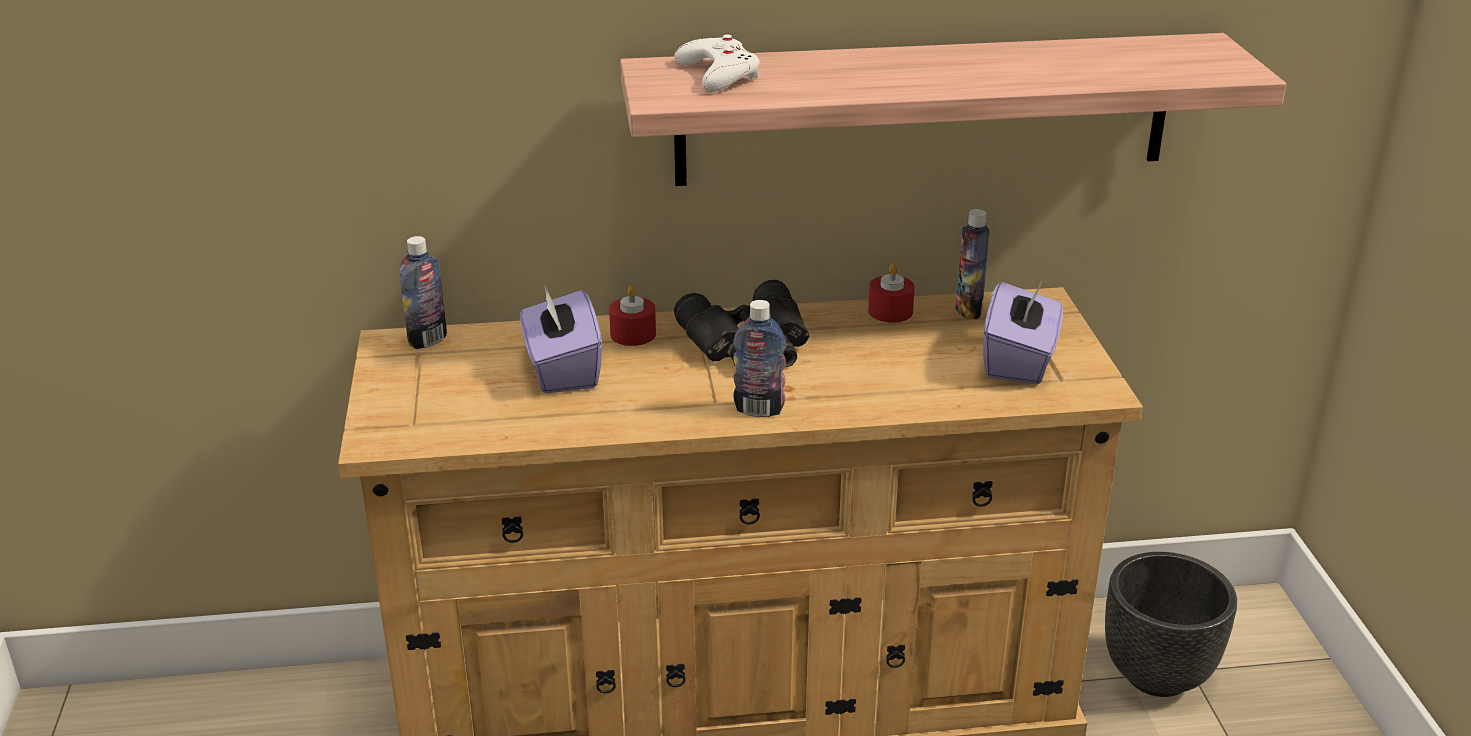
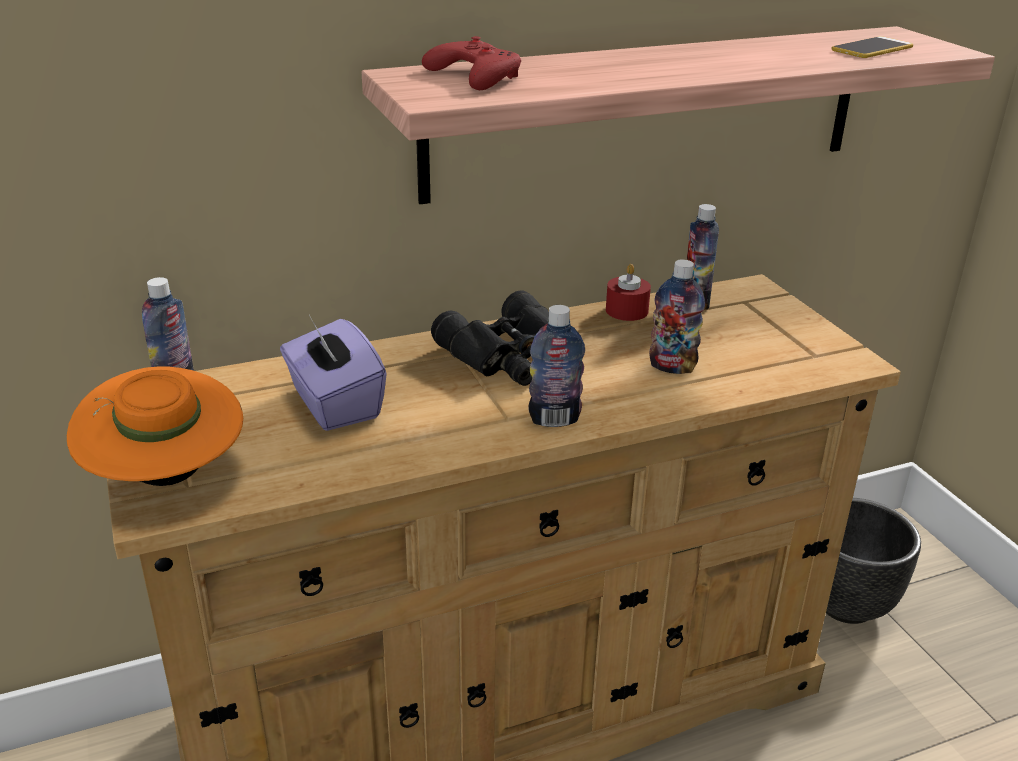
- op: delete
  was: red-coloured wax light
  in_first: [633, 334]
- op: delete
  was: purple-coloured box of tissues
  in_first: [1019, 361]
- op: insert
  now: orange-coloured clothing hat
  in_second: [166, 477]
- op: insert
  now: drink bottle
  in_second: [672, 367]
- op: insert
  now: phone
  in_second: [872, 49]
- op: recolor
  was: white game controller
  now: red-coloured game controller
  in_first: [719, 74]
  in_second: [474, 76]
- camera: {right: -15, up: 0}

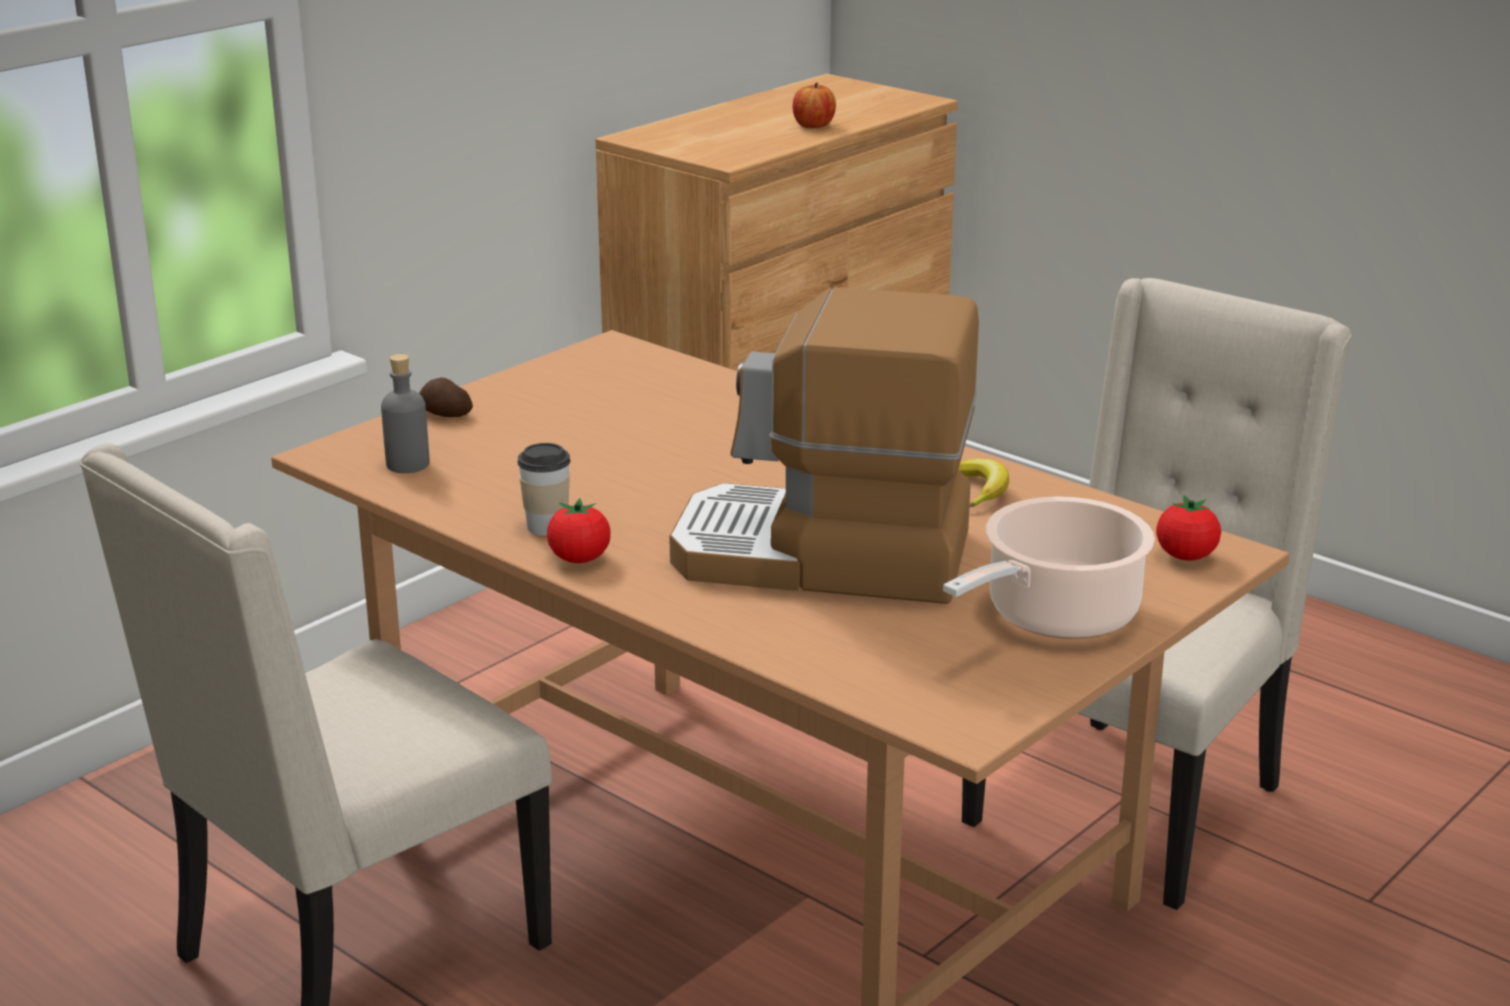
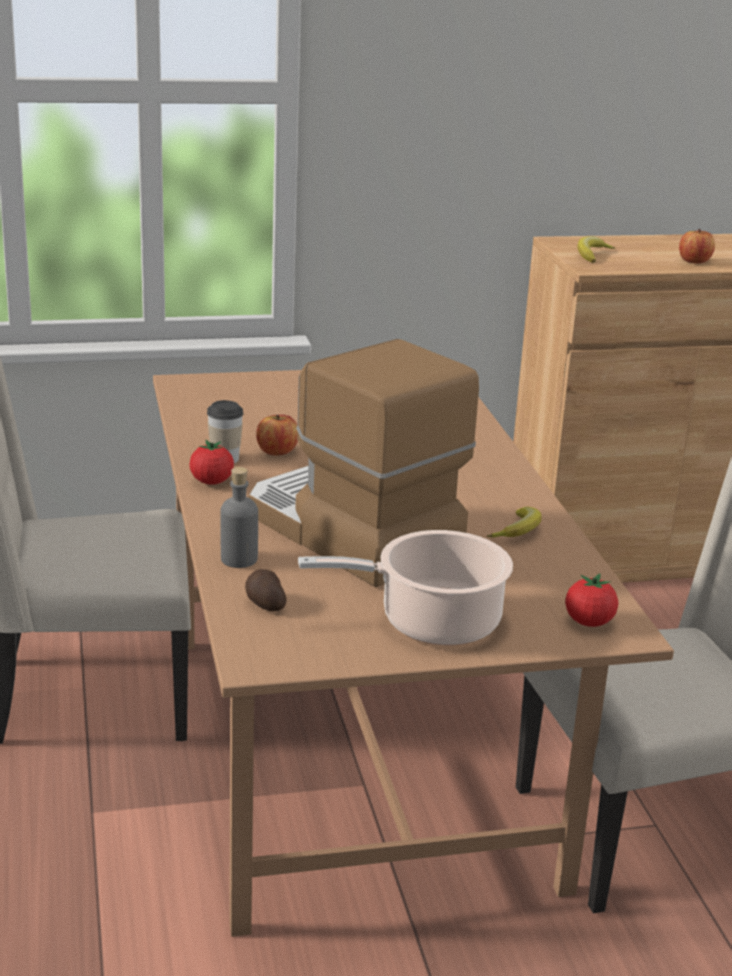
- op: insert
  now: whole apple
  in_second: [277, 451]
- op: insert
  now: banana
  in_second: [592, 255]
- op: move
  was: grey drink bottle
  in_first: [408, 464]
  in_second: [239, 559]
- op: move
  was: whole potato
  in_first: [445, 414]
  in_second: [264, 604]
- camera: {right: 35, up: 0}

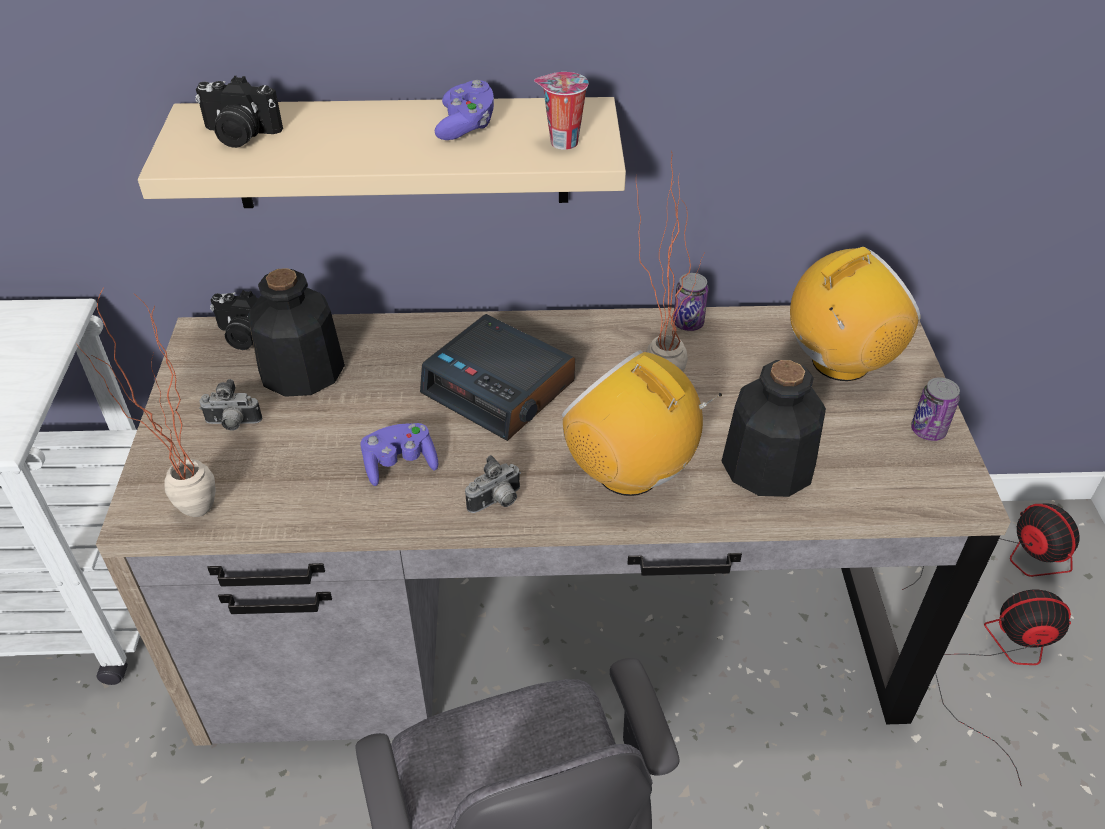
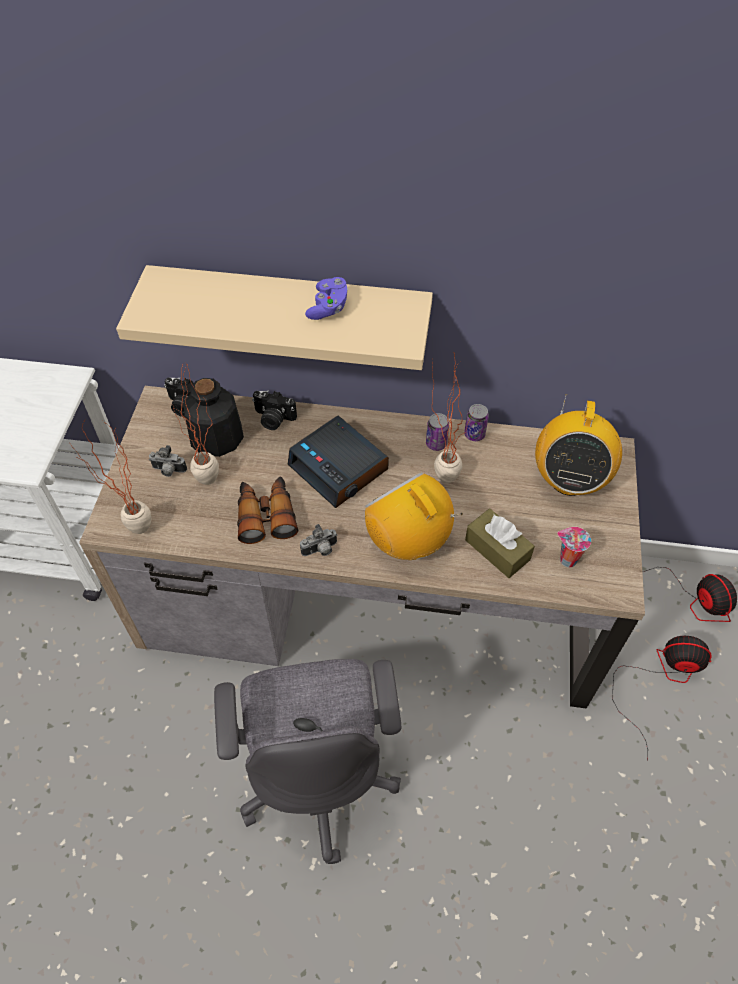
- op: insert
  now: houseplant
  in_second: [210, 486]
- op: move
  was: photo camera
  in_first: [239, 135]
  in_second: [273, 419]
- op: move
  was: small cup
  in_first: [561, 143]
  in_second: [566, 560]
- op: move
  was: can
  in_first: [928, 431]
  in_second: [436, 443]
- op: replace
  was: purple-coloured game controller
  now: field glasses
  in_first: [400, 464]
  in_second: [266, 514]
- op: replace
  was: drink bottle
  now: brown-coloured box of tissues
  in_first: [766, 465]
  in_second: [497, 550]
- op: rotate
  was: radio receiver
  in_first: [839, 362]
  in_second: [568, 479]
  clockwise: 120
- camera: {right: 10, up: 10}

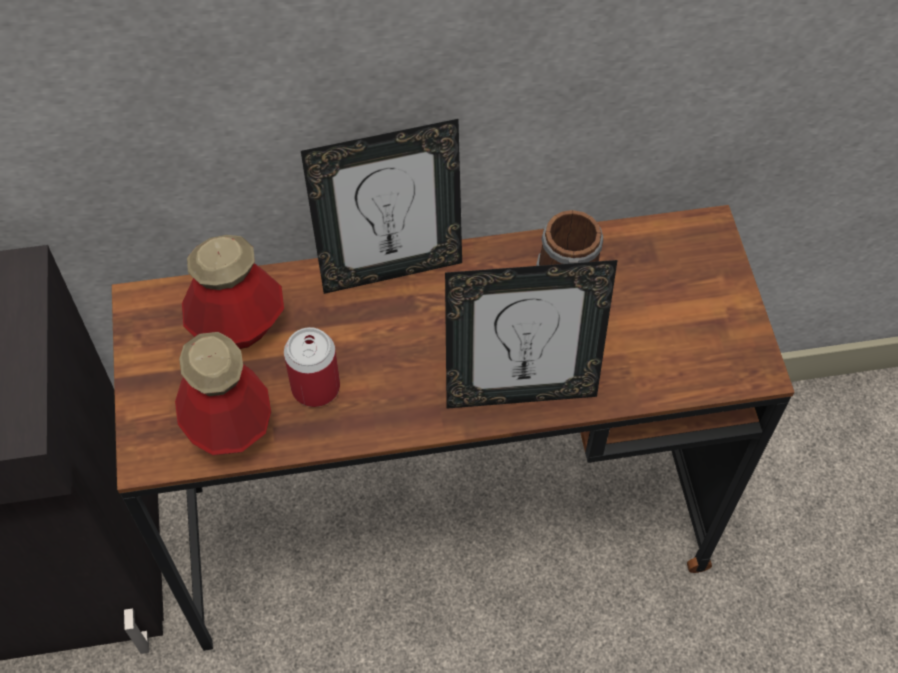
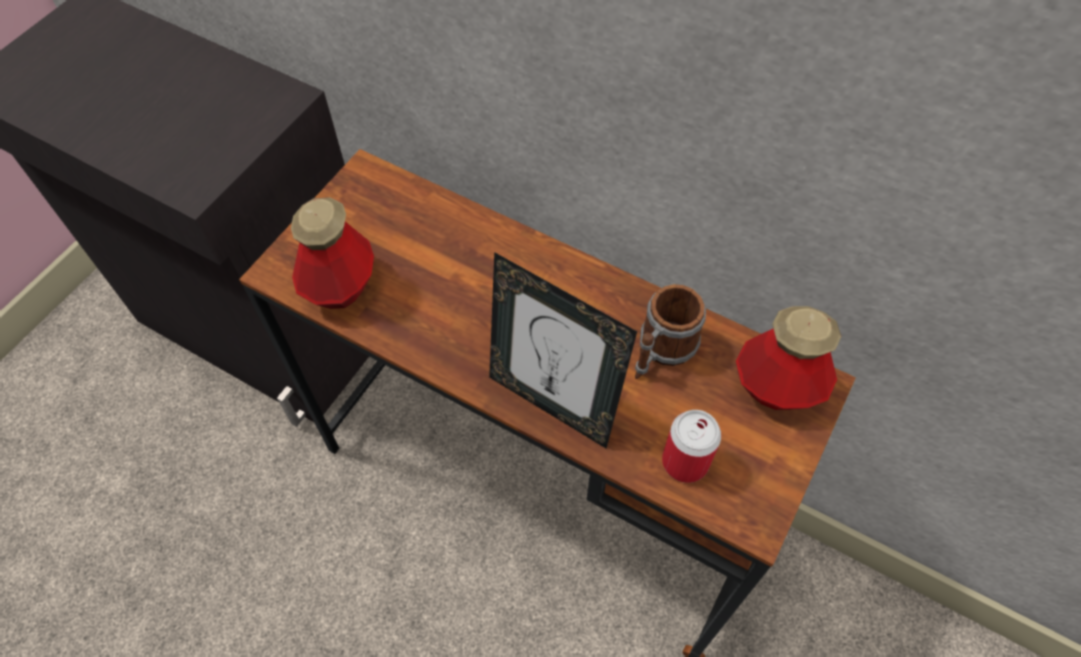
- op: delete
  was: picture frame
  in_first: [390, 268]
- op: move
  was: drink bottle
  in_first: [238, 326]
  in_second: [777, 387]
- op: move
  was: can
  in_first: [315, 387]
  in_second: [685, 461]
- camera: {right: 40, up: 0}

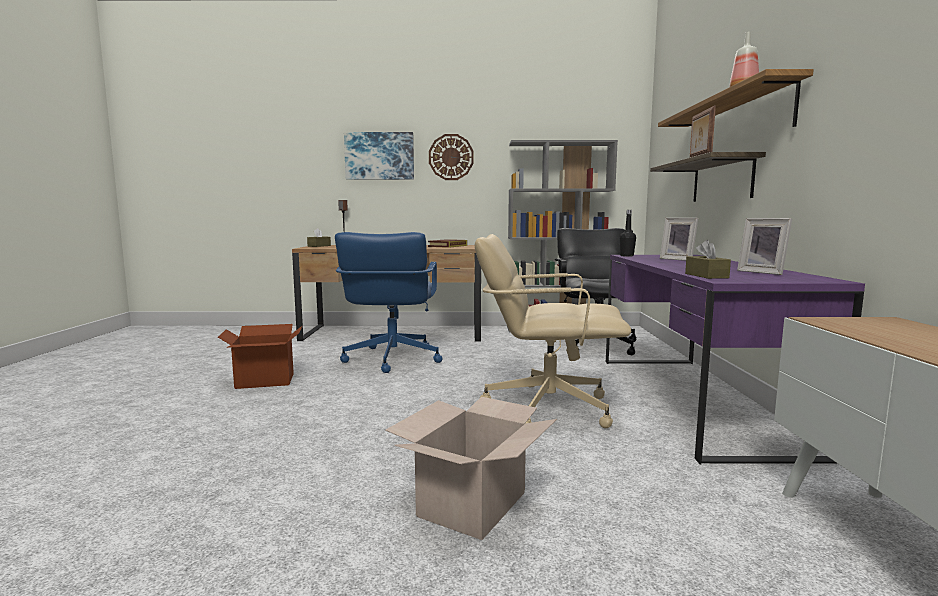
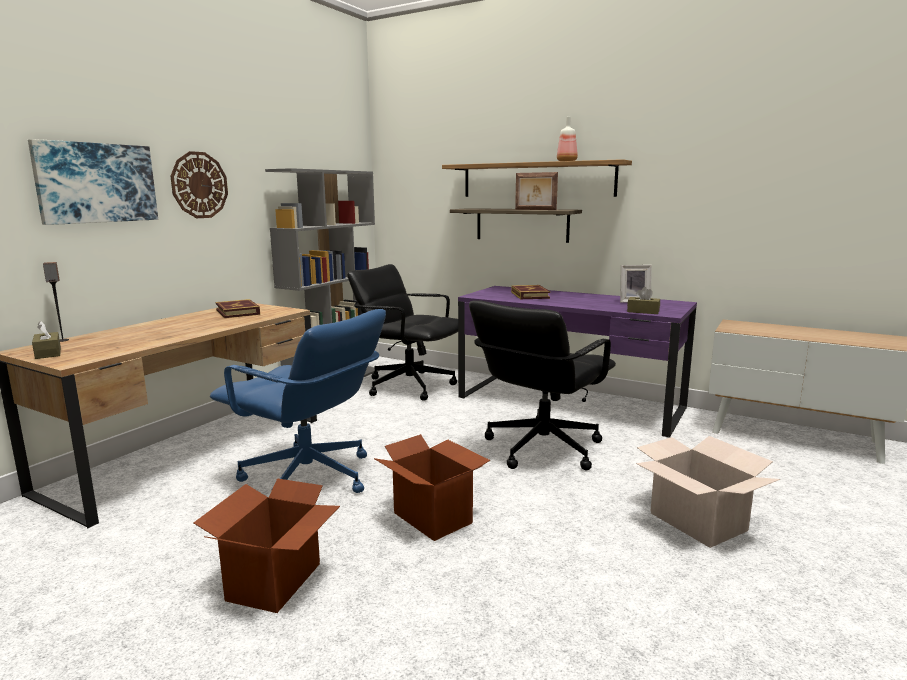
- op: delete
  was: black drink bottle
  in_first: [626, 256]
- op: insert
  now: carton
  in_second: [433, 517]
- op: replace
  was: picture frame
  now: book
  in_first: [678, 259]
  in_second: [530, 295]
- op: recolor
  was: sand-coloured office chair
  now: black office chair
  in_first: [546, 407]
  in_second: [541, 448]
- camera: {right: -60, up: 5}

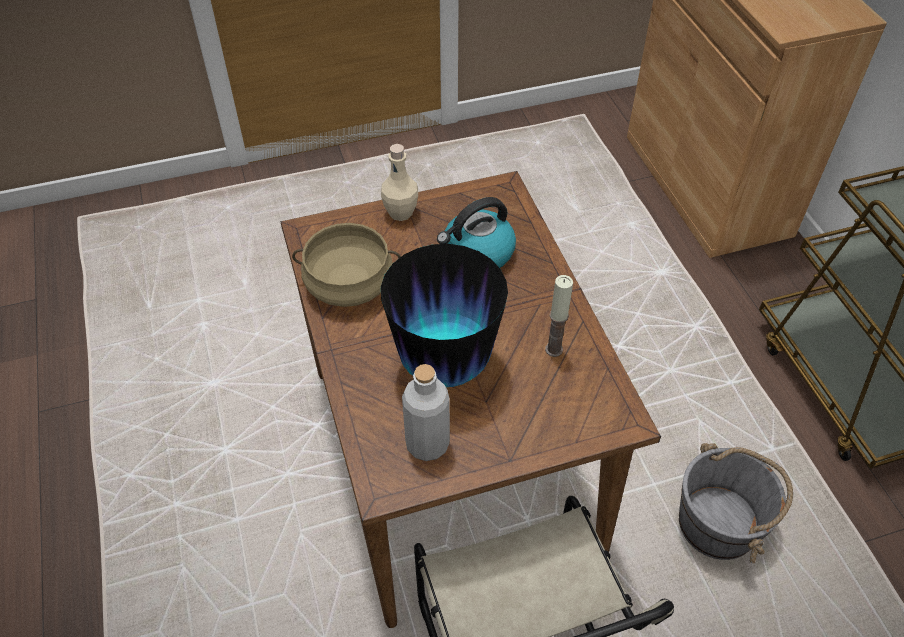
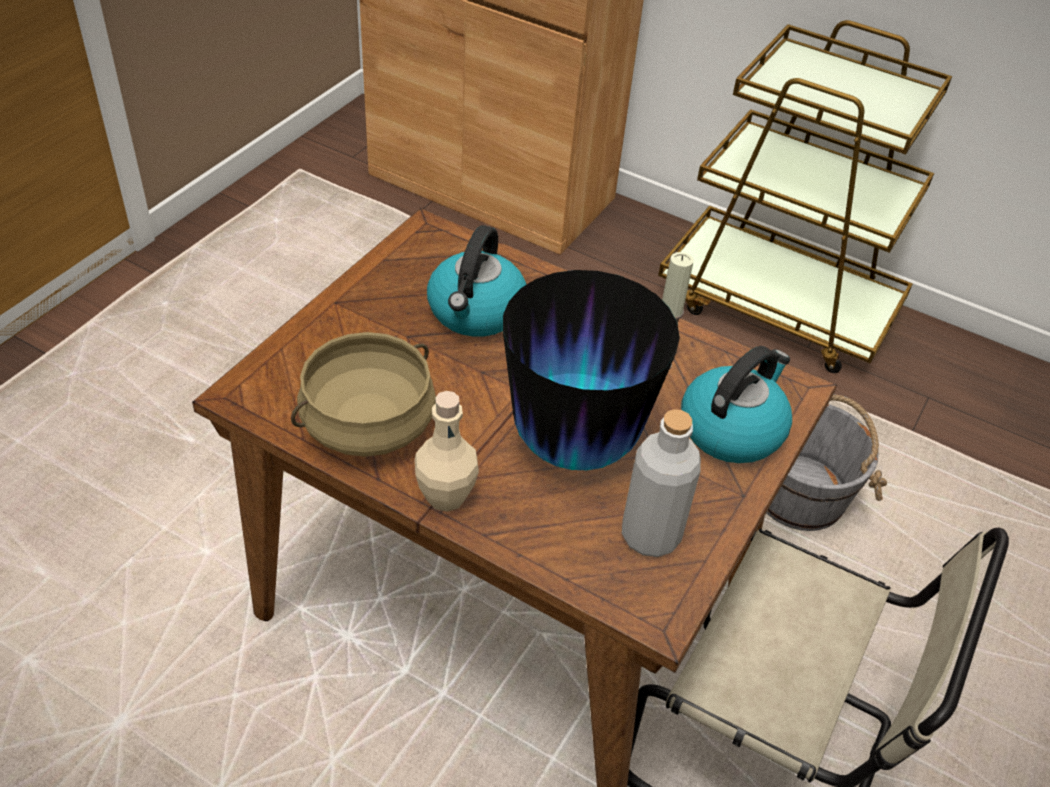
- op: insert
  now: tea kettle
  in_second: [732, 429]
- op: move
  was: sand-coloured drink bottle
  in_first: [400, 213]
  in_second: [446, 496]
- camera: {right: -45, up: -5}

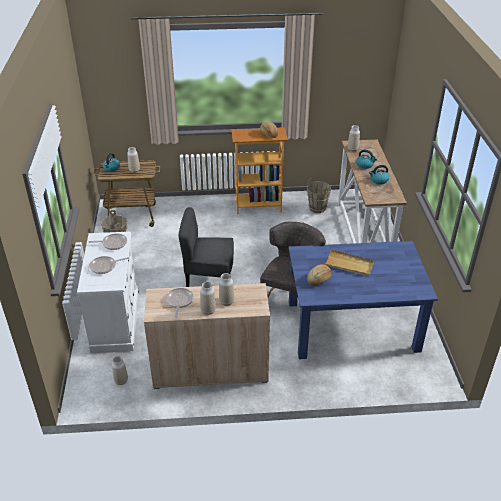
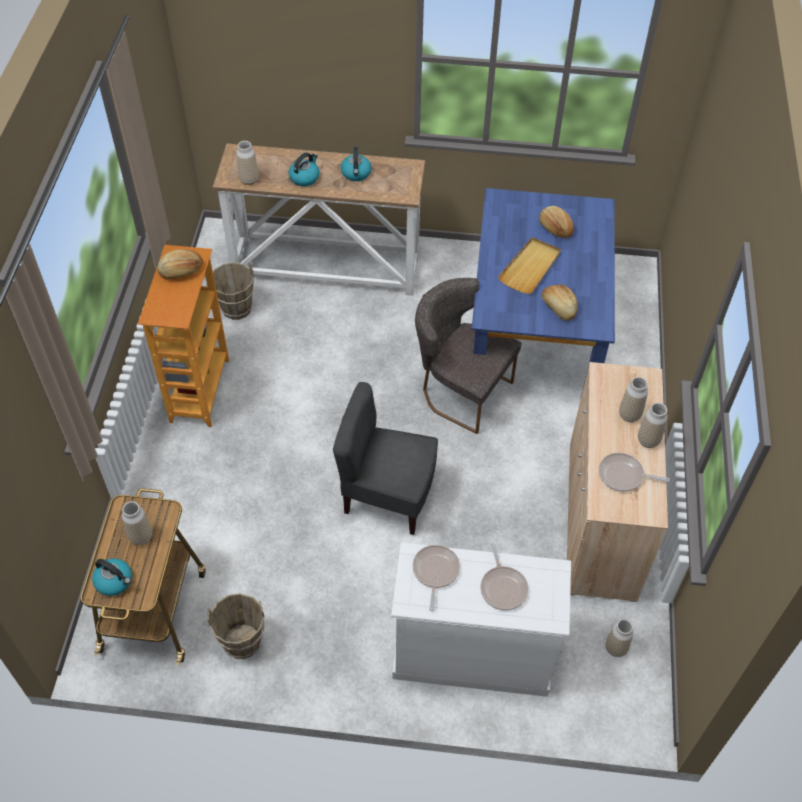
- op: insert
  now: bread
  in_second: [555, 228]
- op: rotate
  was: grey plain chair
  in_first: [209, 278]
  in_second: [388, 495]
  clockwise: 90
- camera: {right: -80, up: 15}

